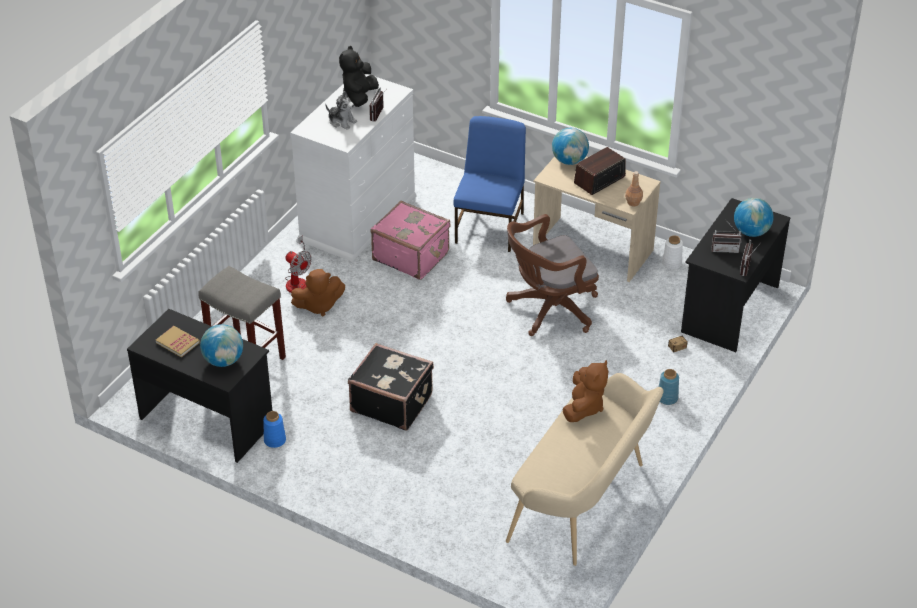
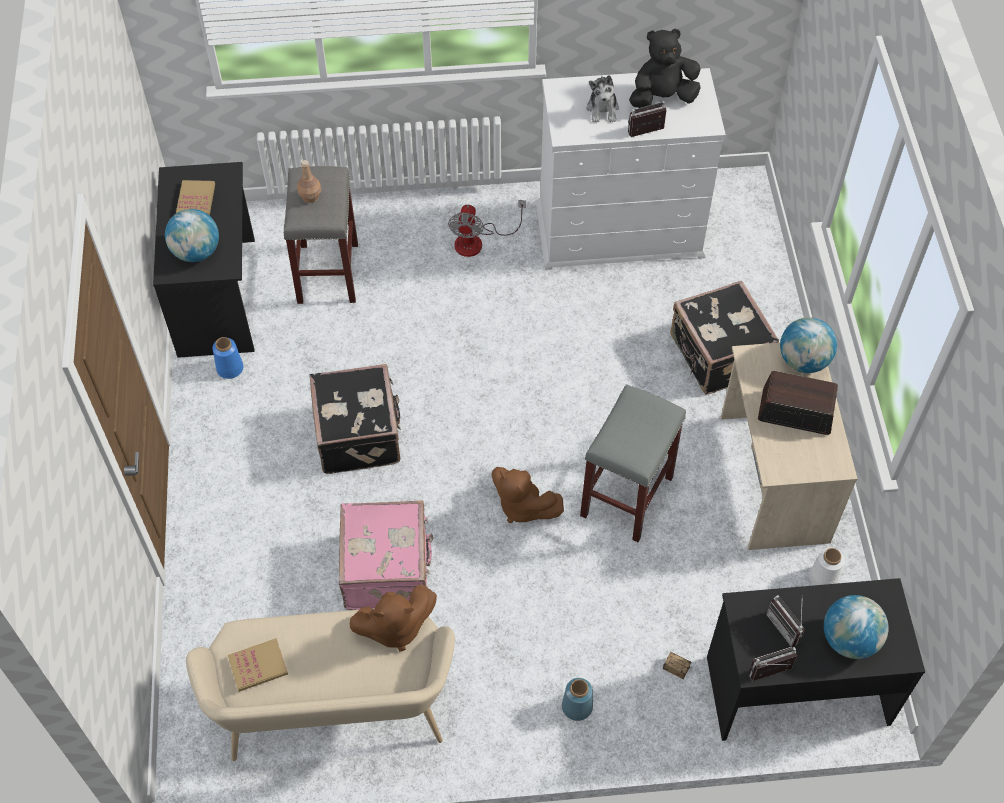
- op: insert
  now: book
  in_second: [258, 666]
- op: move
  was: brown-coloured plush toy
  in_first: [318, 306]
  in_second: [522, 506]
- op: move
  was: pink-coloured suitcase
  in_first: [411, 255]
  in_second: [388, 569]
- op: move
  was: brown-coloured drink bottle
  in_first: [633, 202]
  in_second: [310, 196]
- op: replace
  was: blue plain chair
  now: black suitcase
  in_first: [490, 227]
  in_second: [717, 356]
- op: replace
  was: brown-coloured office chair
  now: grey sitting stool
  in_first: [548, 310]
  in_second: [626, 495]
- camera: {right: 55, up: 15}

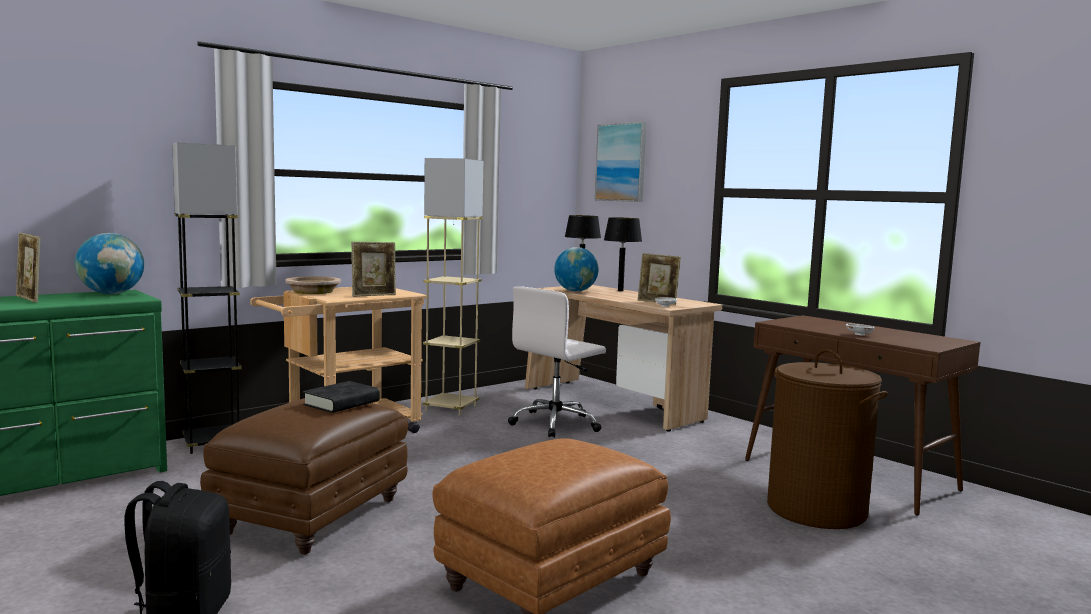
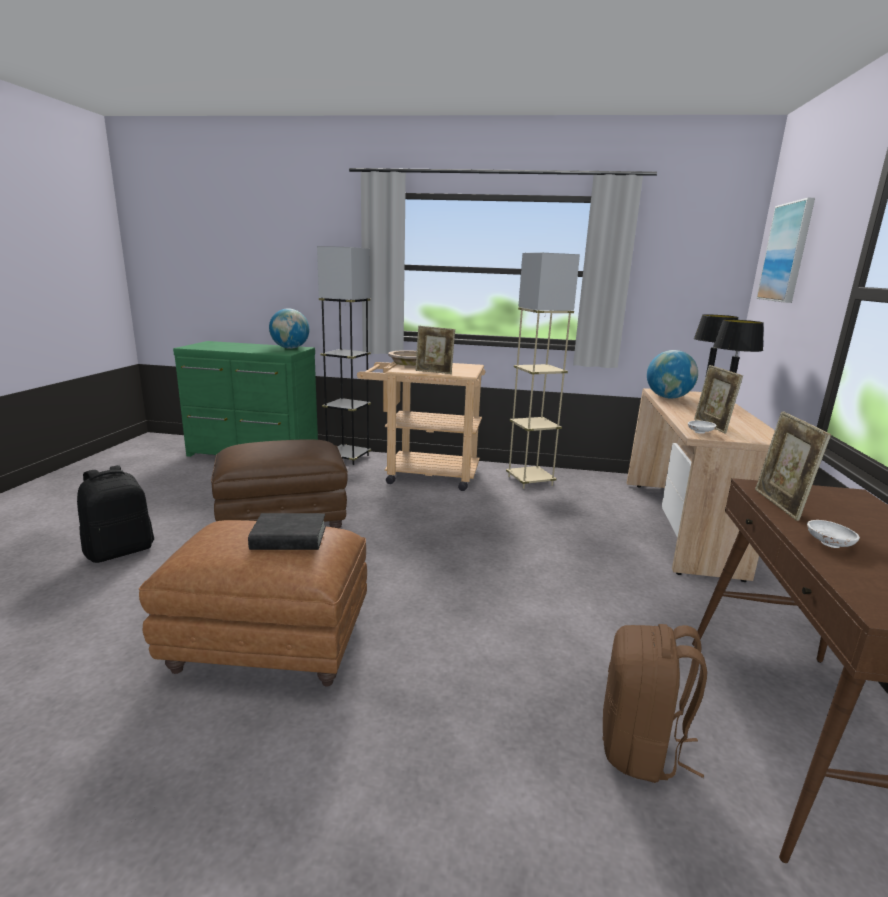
- op: delete
  was: white office chair
  in_first: [556, 424]
- op: move
  was: picture frame
  in_first: [29, 299]
  in_second: [779, 505]
- op: move
  was: black book
  in_first: [342, 403]
  in_second: [289, 538]
- op: replace
  was: brown-coloured washing basket
  now: brown-coloured backpack
  in_first: [817, 509]
  in_second: [641, 748]
- camera: {right: 50, up: 10}

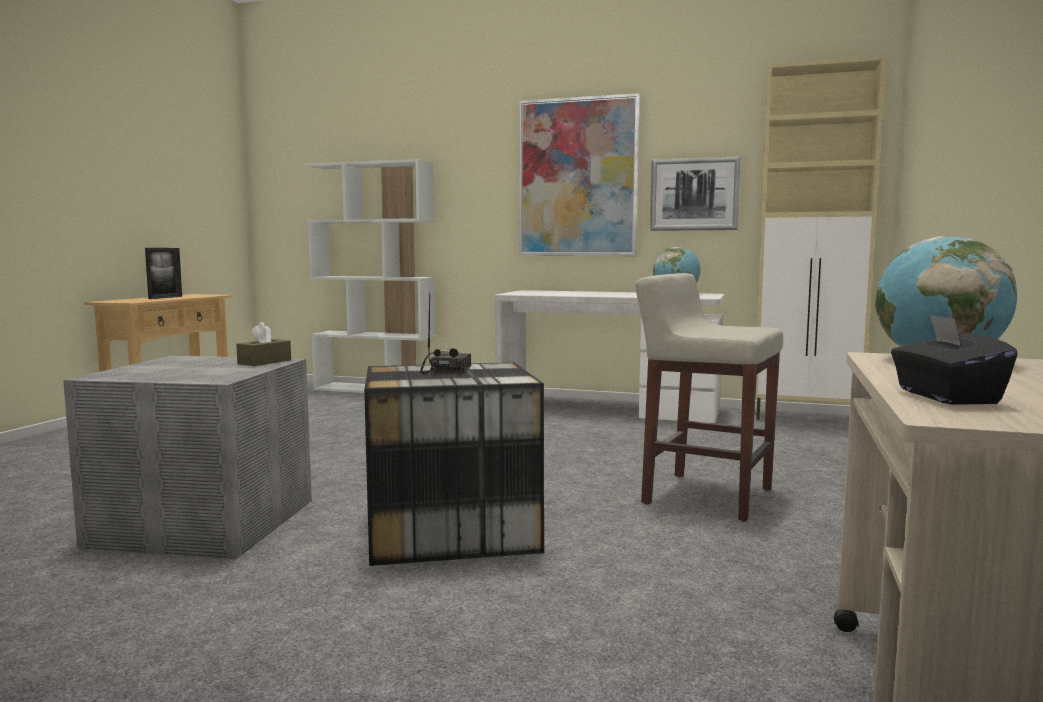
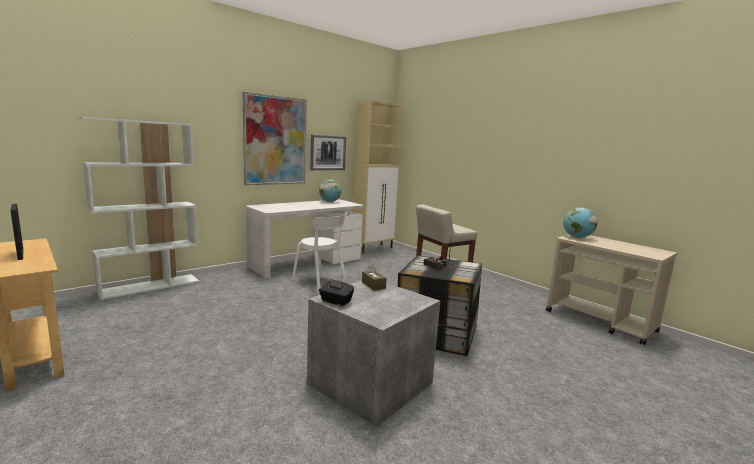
- op: insert
  now: white plain chair
  in_second: [321, 280]
- op: move
  was: black box of tissues
  in_first: [945, 397]
  in_second: [336, 301]
- camera: {right: -60, up: 5}

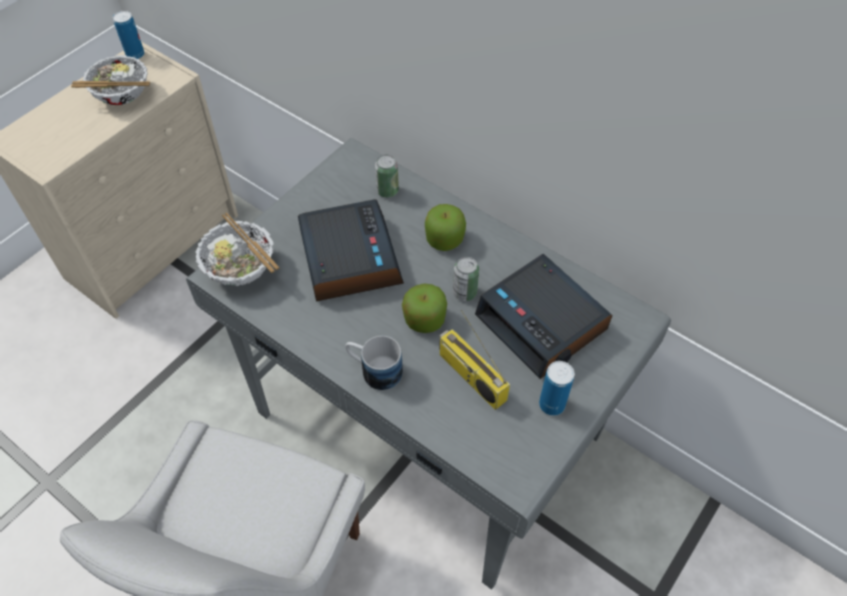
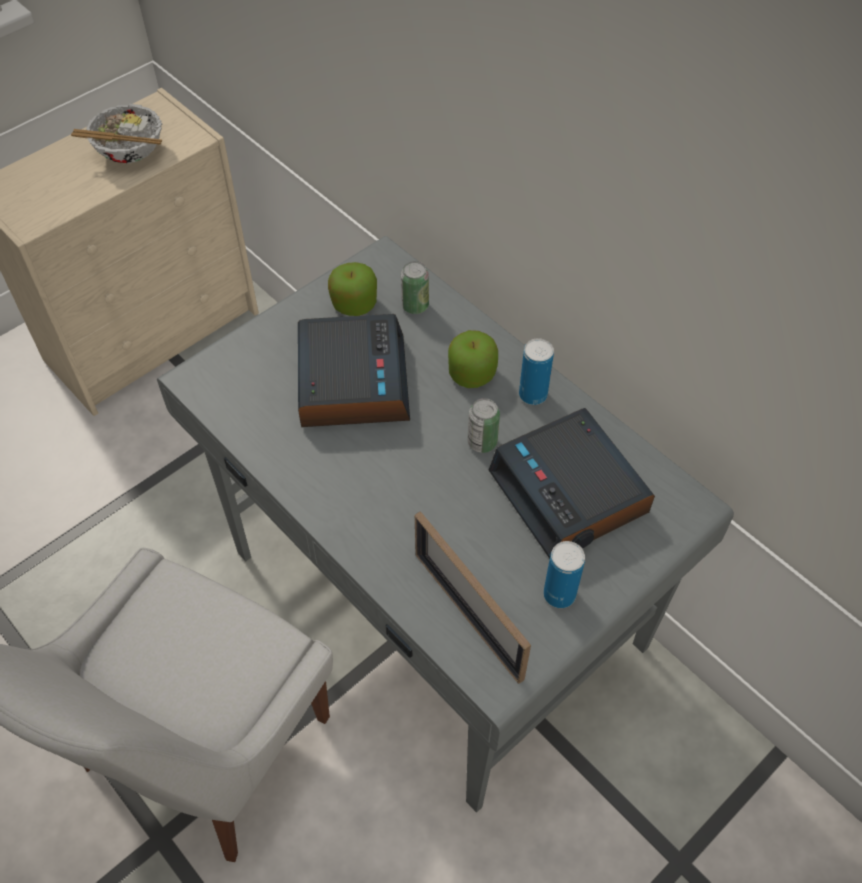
- op: delete
  was: bowl
  in_first: [241, 268]
- op: delete
  was: tea mug
  in_first: [374, 370]
- op: delete
  was: radio receiver
  in_first: [470, 376]
- op: insert
  now: picture frame
  in_second: [468, 615]
- op: move
  was: can
  in_first: [135, 55]
  in_second: [533, 395]
- op: move
  was: whole apple
  in_first: [424, 319]
  in_second: [354, 304]
- camera: {right: 10, up: 0}

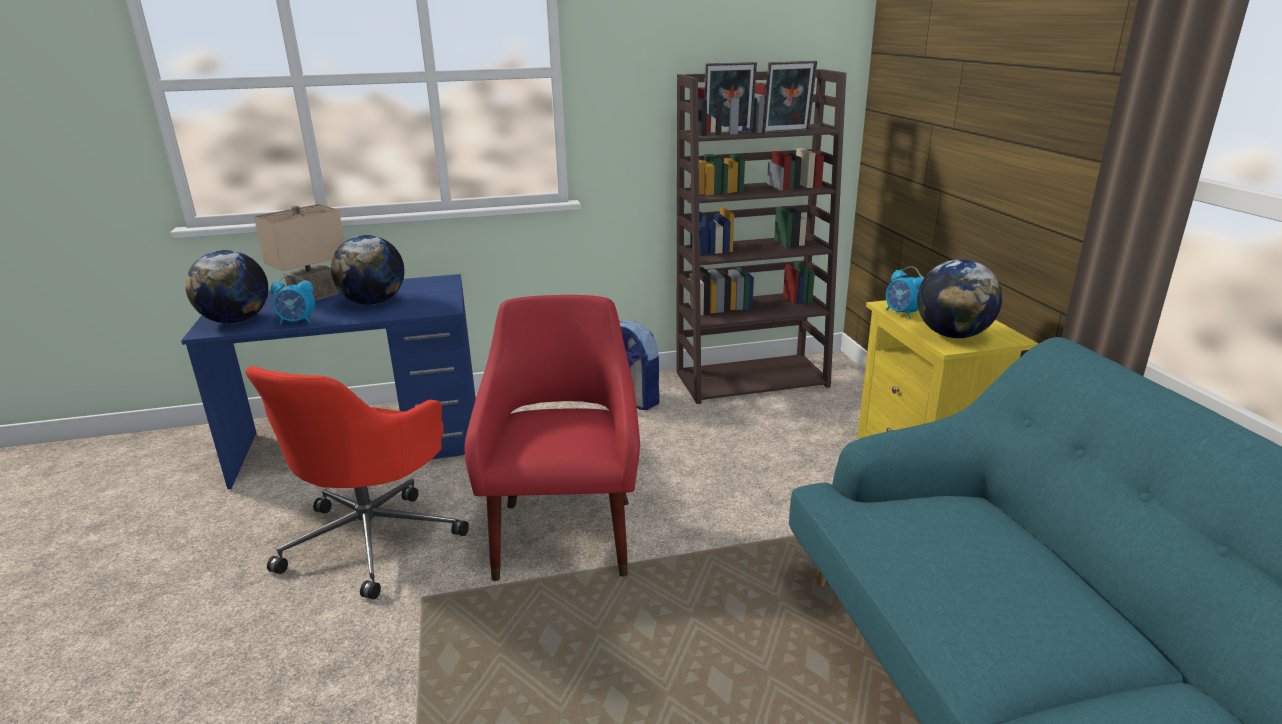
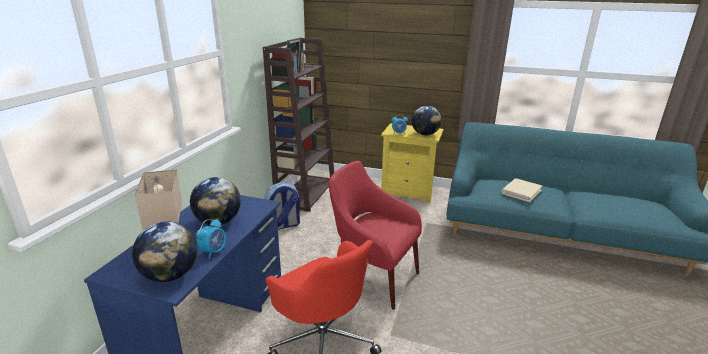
- op: delete
  was: picture frame
  in_first: [787, 132]
- op: insert
  now: sand-coloured book
  in_second: [521, 192]
- camera: {right: -60, up: 0}

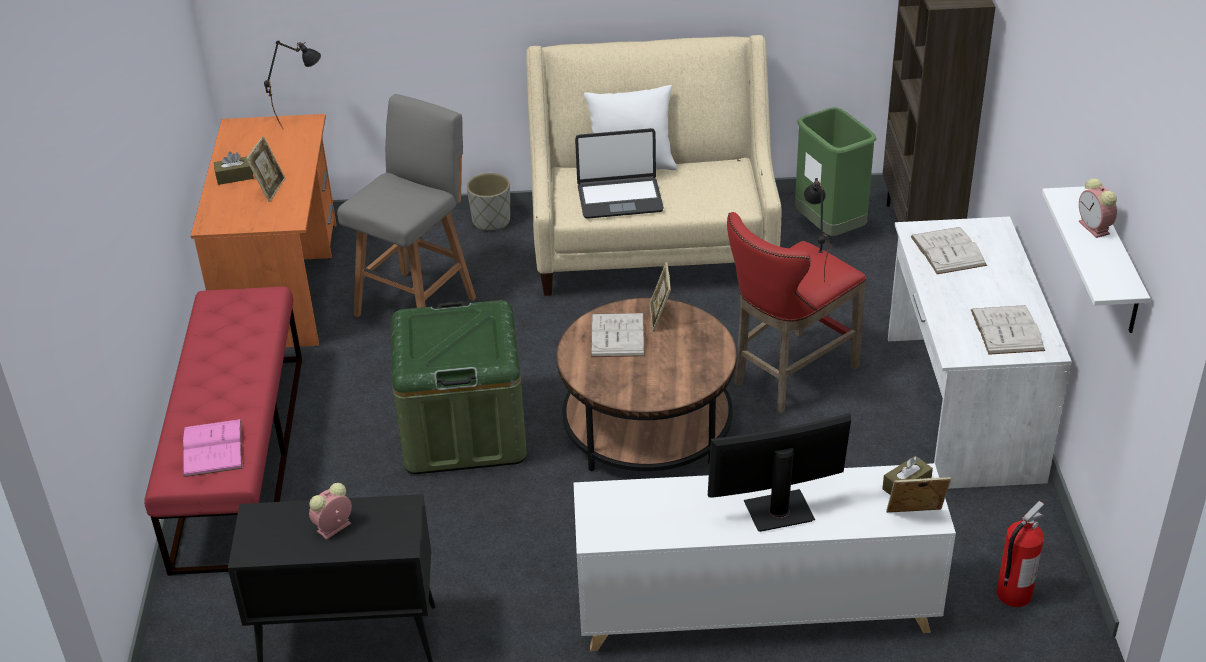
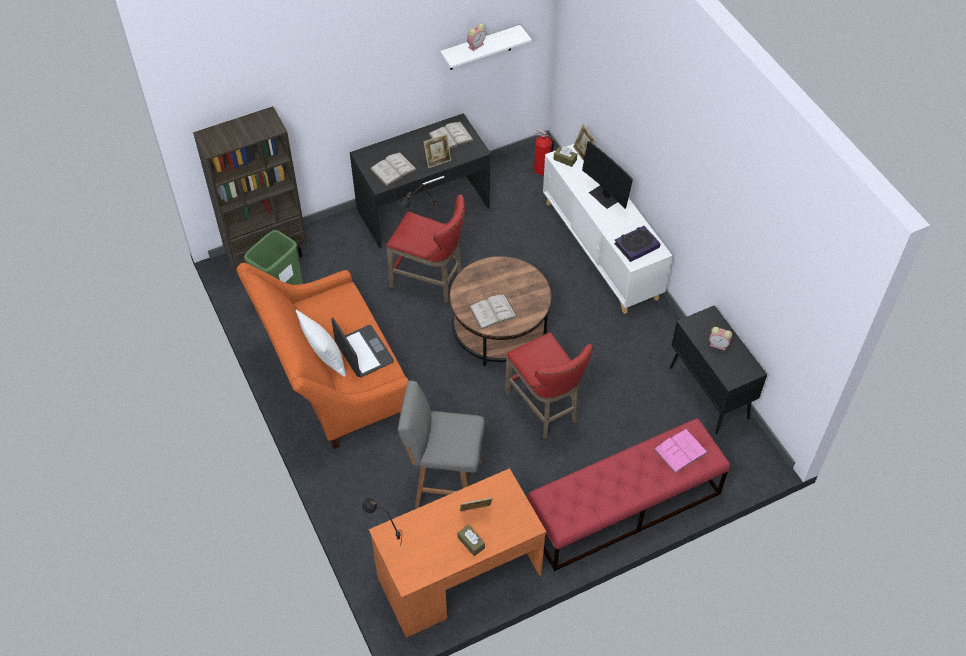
- op: delete
  was: grey flower pot
  in_first: [491, 221]
- op: insert
  now: book
  in_second: [636, 245]
- op: move
  was: picture frame
  in_first: [660, 317]
  in_second: [437, 161]
- op: replace
  was: greenish storage bin
  now: red-coloured sitting stool
  in_first: [463, 430]
  in_second: [545, 409]
- op: recolor
  was: sand-coloured settee
  now: orange-coloured settee
  in_first: [653, 247]
  in_second: [333, 381]
- op: recolor
  was: white desk unit
  now: black desk unit
  in_first: [960, 407]
  in_second: [423, 209]
- camera: {right: -115, up: 15}

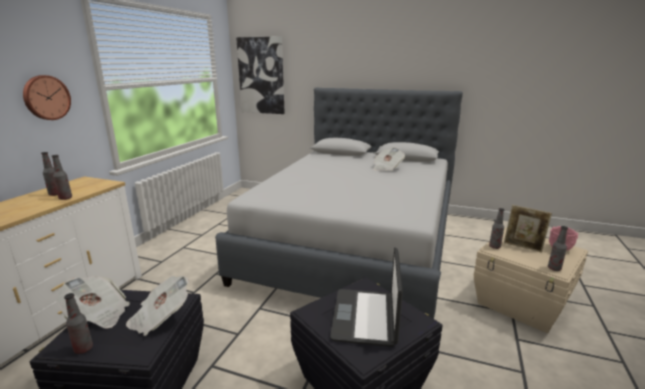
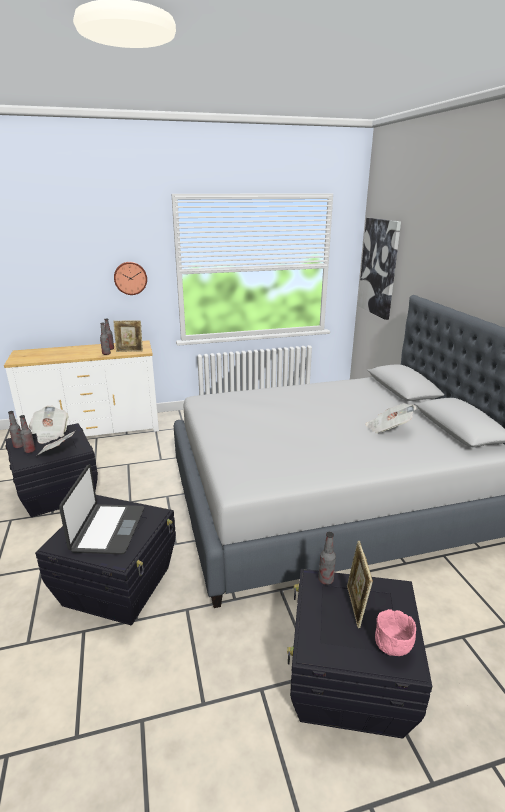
- op: insert
  now: picture frame
  in_second: [130, 351]
- op: move
  was: drink bottle
  in_first: [554, 268]
  in_second: [30, 451]
- op: recolor
  was: sand-coloured storage bin
  now: black storage bin
  in_first: [522, 303]
  in_second: [348, 683]
- op: rotate
  was: notebook computer
  in_first: [366, 317]
  in_second: [107, 529]
  clockwise: 120
- camera: {right: 55, up: 5}

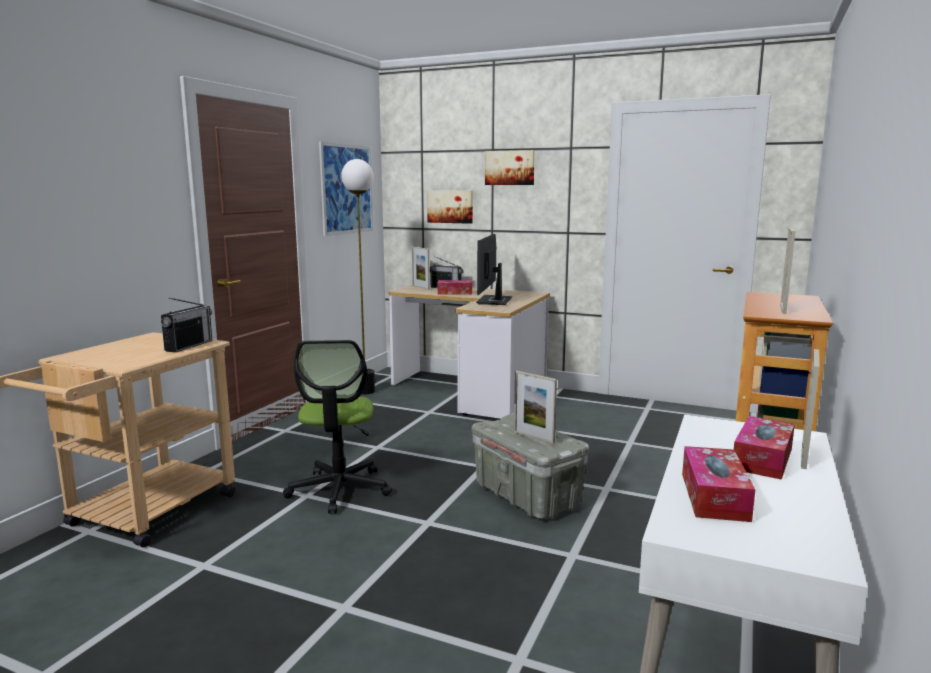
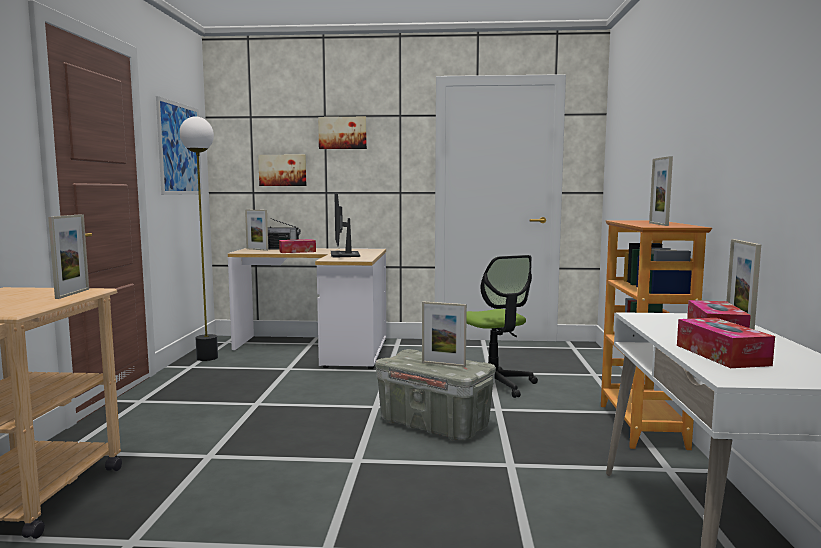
- op: move
  was: office chair
  in_first: [339, 489]
  in_second: [494, 385]
- op: replace
  was: radio receiver
  now: picture frame
  in_first: [189, 346]
  in_second: [73, 294]
- camera: {right: -20, up: -5}

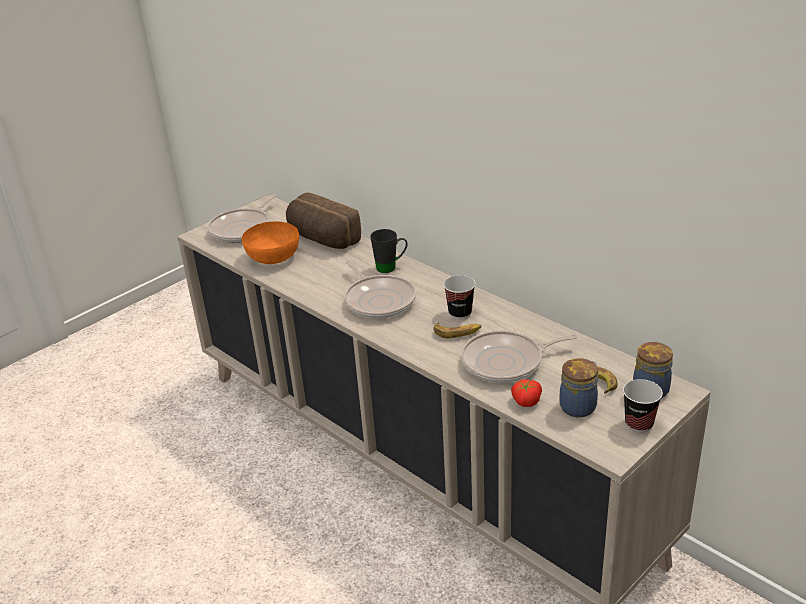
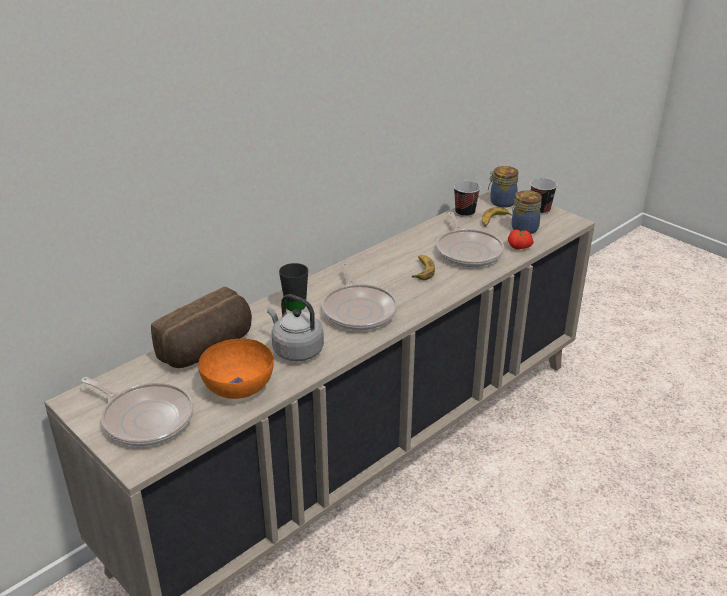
- op: insert
  now: grey tea kettle
  in_second: [295, 350]
- op: move
  was: small cup
  in_first: [460, 313]
  in_second: [465, 213]
- op: rotate
  was: frying pan
  in_first: [379, 300]
  in_second: [359, 310]
  clockwise: 105
- camera: {right: -90, up: 0}

